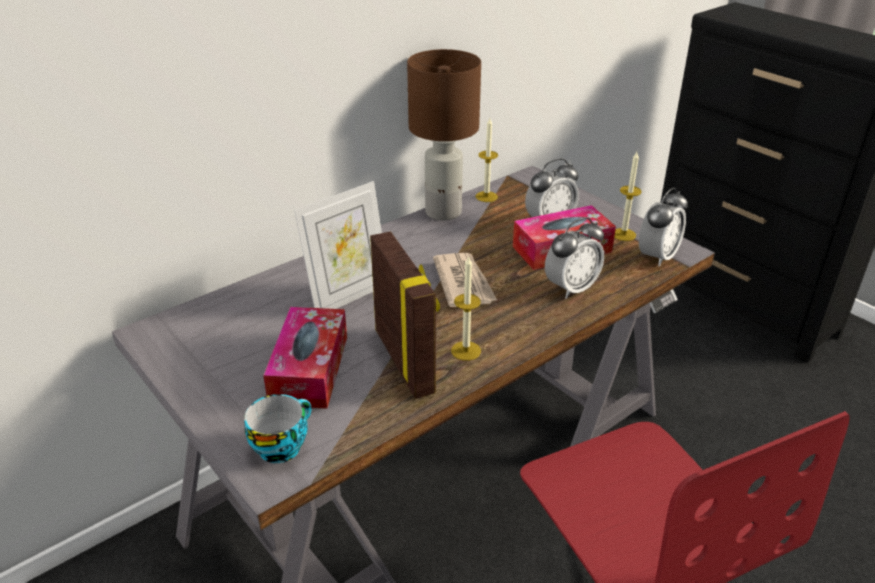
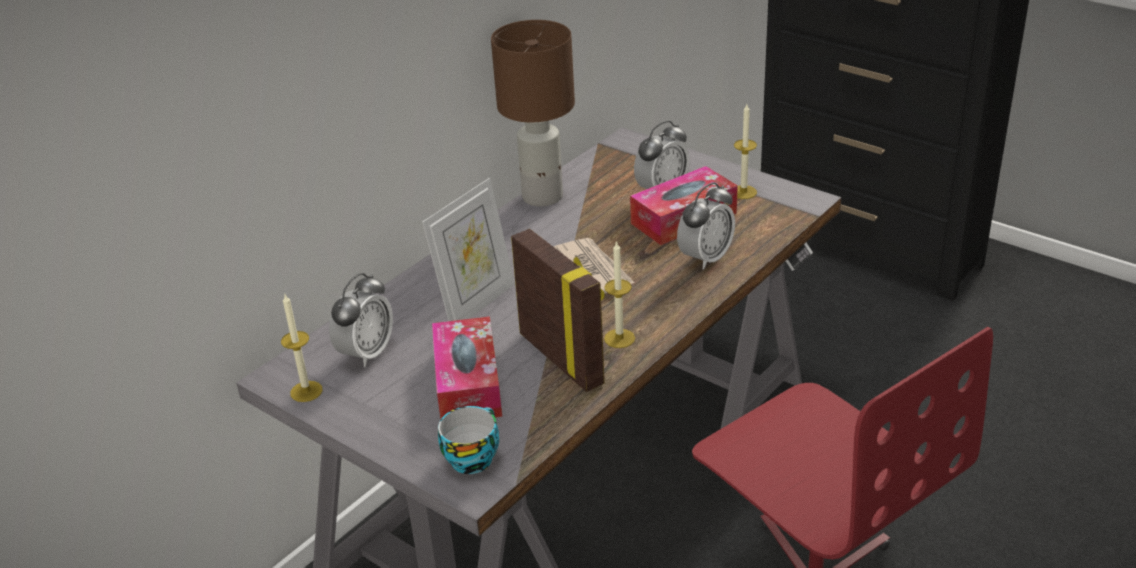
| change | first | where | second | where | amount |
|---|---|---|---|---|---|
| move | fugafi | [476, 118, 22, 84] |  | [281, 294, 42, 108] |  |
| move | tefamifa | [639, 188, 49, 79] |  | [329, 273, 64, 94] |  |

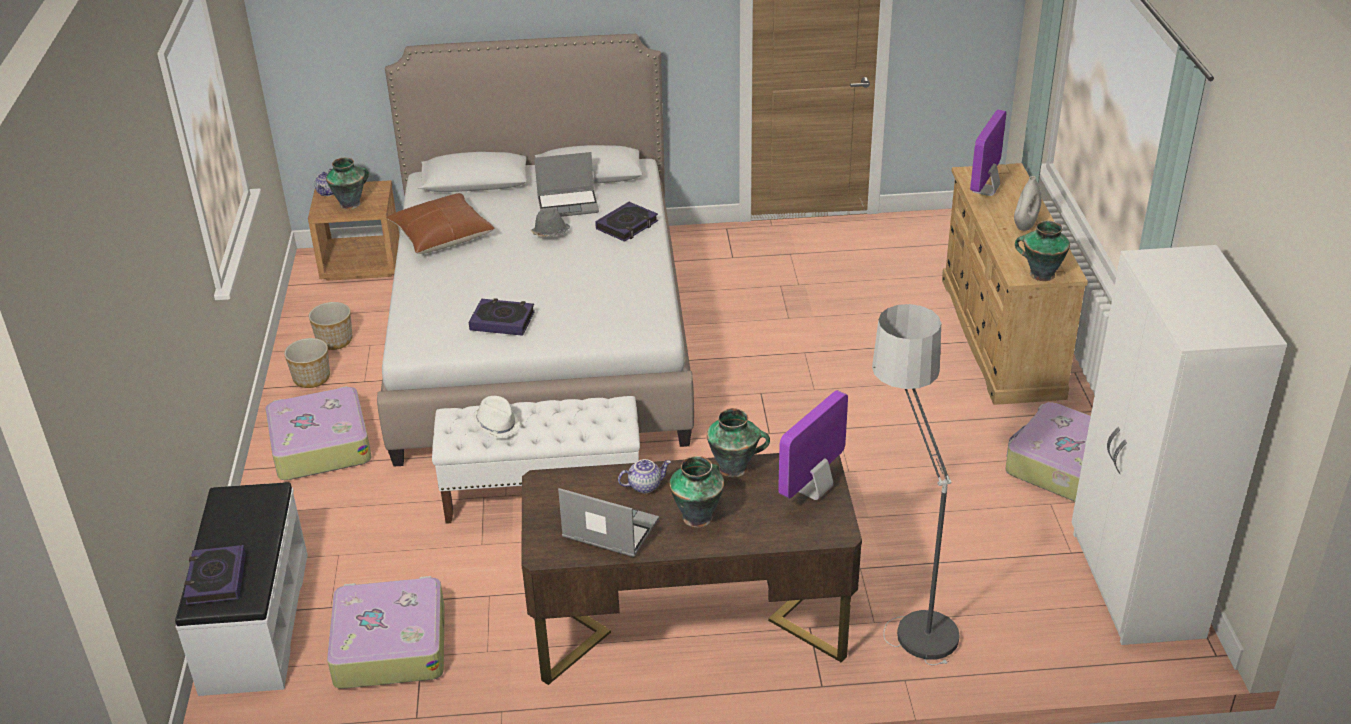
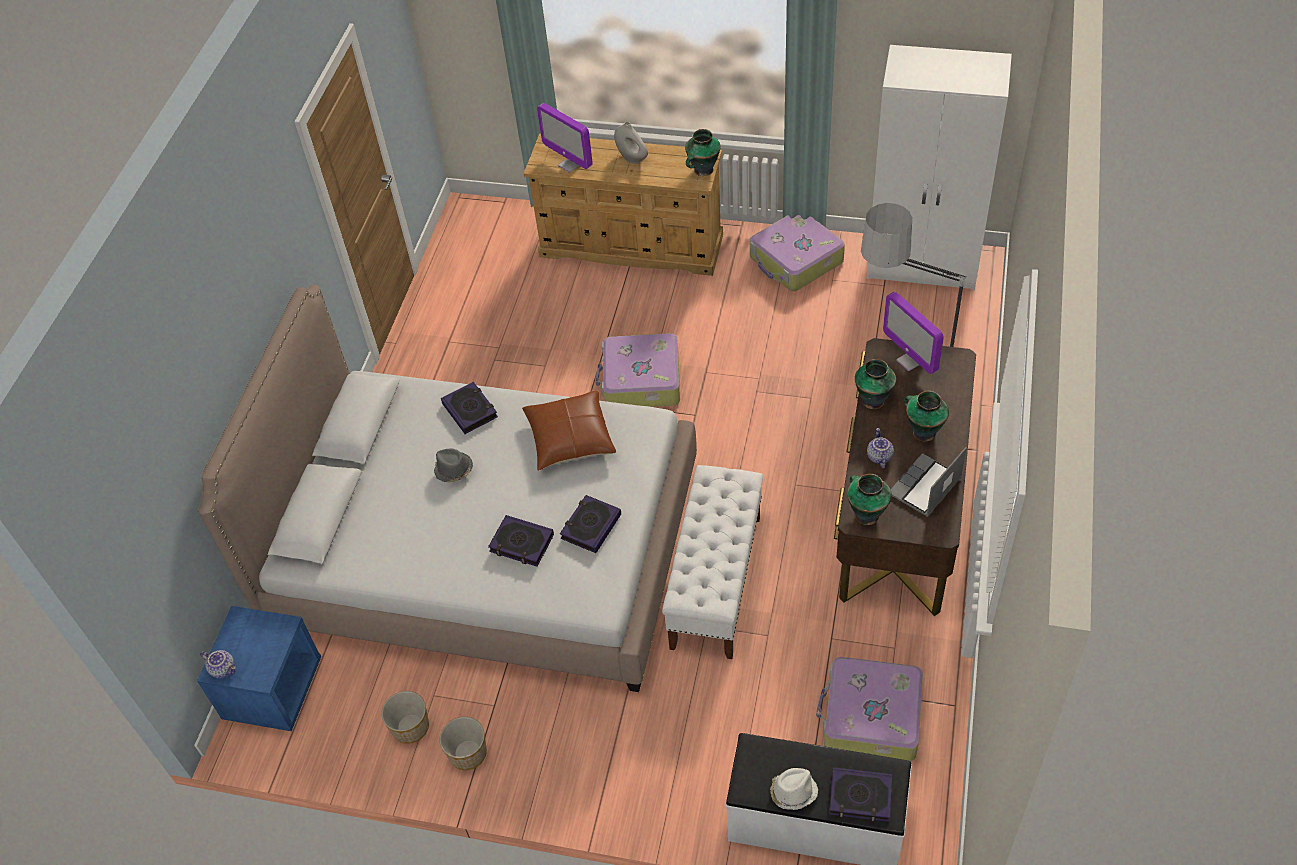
| change | first | where | second | where | amount |
|---|---|---|---|---|---|
| recolor | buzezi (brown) | [308, 180, 92, 101] | buzezi (blue) | [197, 606, 124, 125] |  |
| insert |  |  | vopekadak | [488, 515, 66, 52] |  |
| move | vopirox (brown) | [386, 193, 109, 61] |  | [522, 391, 94, 80] |  |
| move | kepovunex | [265, 386, 107, 94] |  | [595, 333, 85, 74] |  |
| move | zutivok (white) | [473, 396, 48, 42] |  | [770, 768, 48, 42] |  |
| move | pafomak | [326, 158, 43, 51] |  | [847, 474, 45, 51] |  |
| delete | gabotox | [534, 152, 65, 65] |  |  |  |

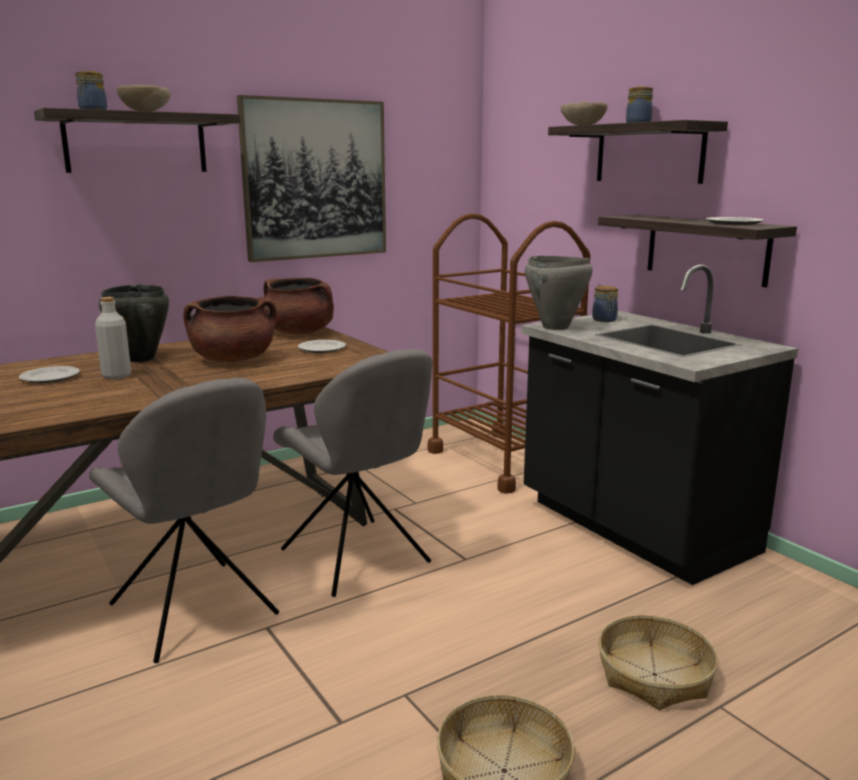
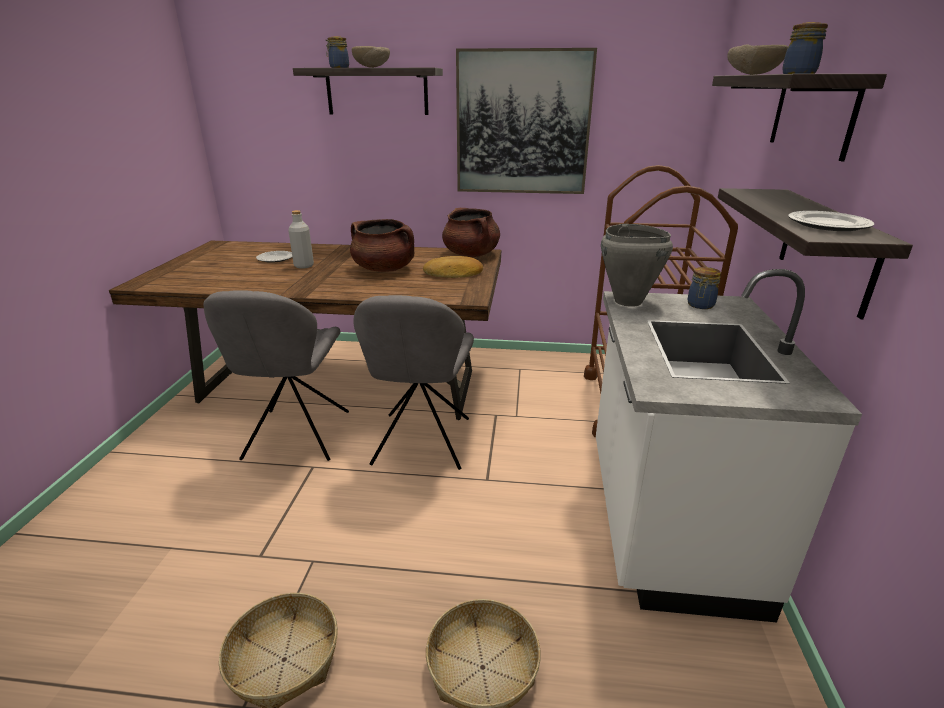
| change | first | where | second | where | amount |
|---|---|---|---|---|---|
| replace | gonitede | [298, 340, 48, 13] | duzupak | [423, 256, 60, 22] |  |
| recolor | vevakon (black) | [521, 264, 278, 321] | vevakon (white) | [596, 269, 266, 353] |  |
| delete | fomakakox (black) | [99, 285, 70, 77] |  |  |  |

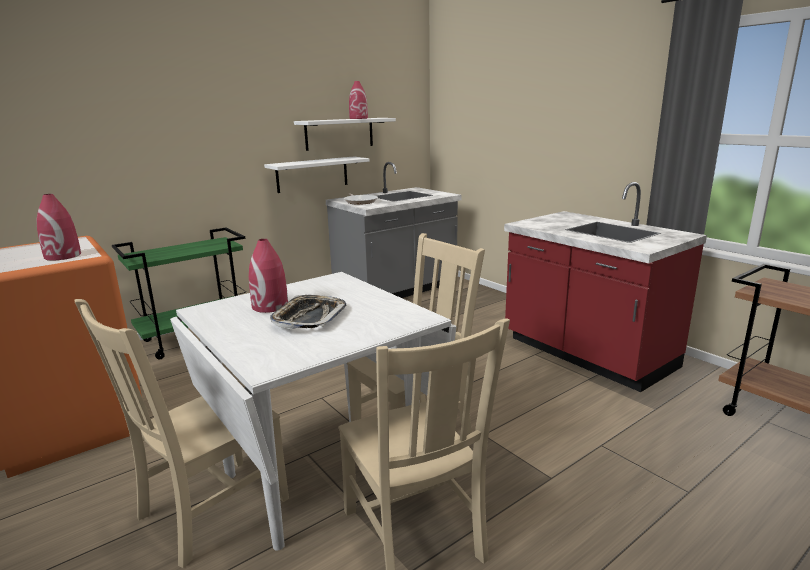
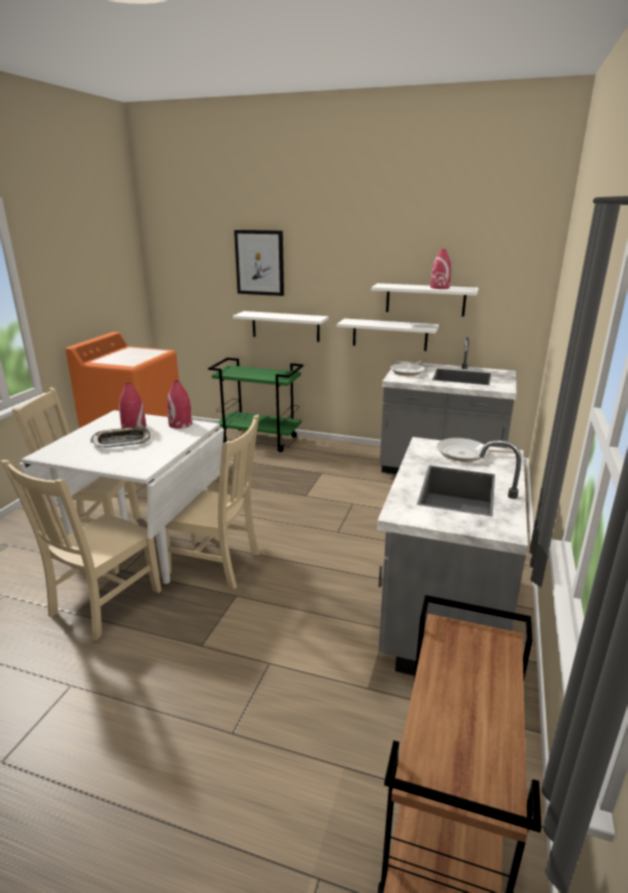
| change | first | where | second | where | amount |
|---|---|---|---|---|---|
| move | pafomak (red) | [36, 194, 45, 66] |  | [167, 380, 26, 49] |  |
| insert |  |  | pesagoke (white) | [233, 311, 96, 31] |  |
| insert |  |  | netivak | [234, 230, 50, 66] |  |
| recolor | vevakon (red) | [504, 182, 203, 210] | vevakon (grey) | [377, 437, 151, 239] |  |
| insert |  |  | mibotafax | [437, 438, 78, 24] |  |

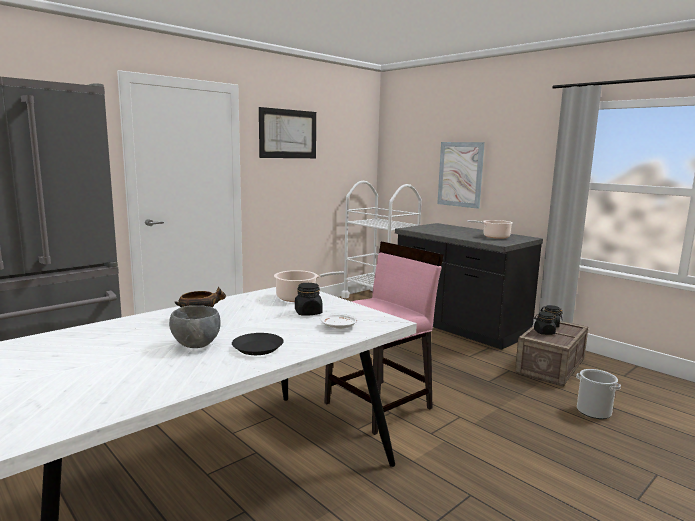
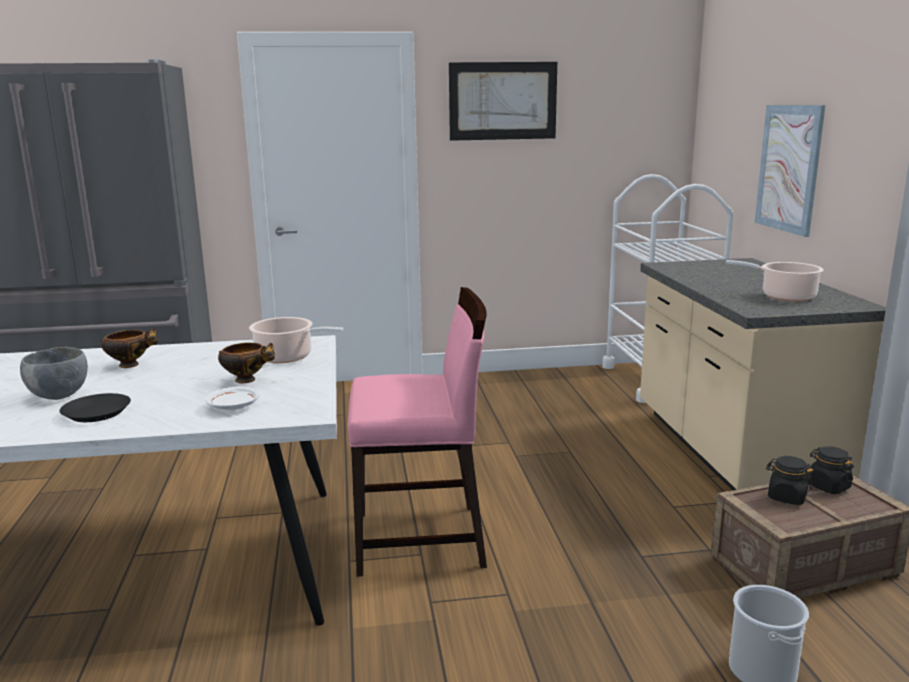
| change | first | where | second | where | amount |
|---|---|---|---|---|---|
| replace | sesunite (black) | [295, 283, 28, 33] | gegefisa | [218, 343, 57, 40] |  |
| recolor | vevakon (black) | [395, 223, 148, 127] | vevakon (beige) | [640, 258, 246, 233] |  |

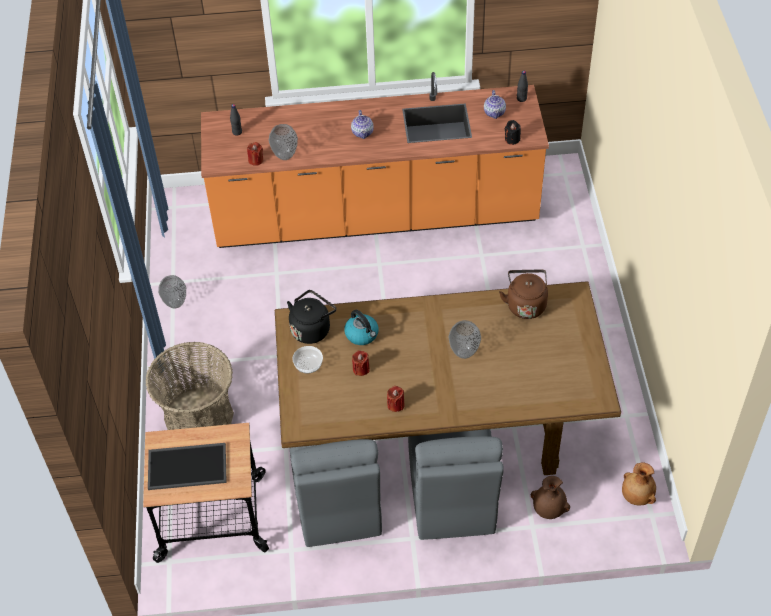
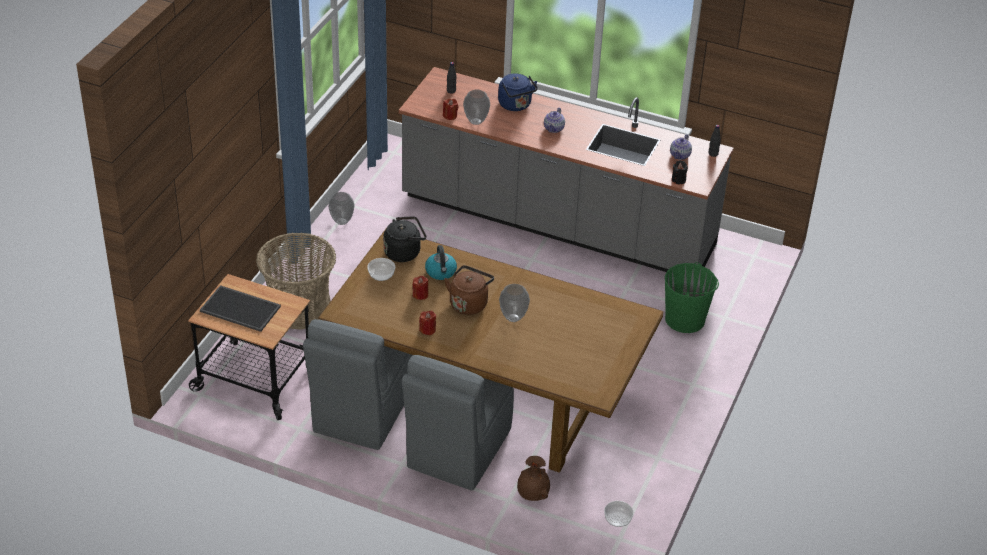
| change | first | where | second | where | amount |
|---|---|---|---|---|---|
| recolor | vevakon (orange) | [201, 72, 348, 176] | vevakon (grey) | [399, 67, 335, 205] |  |
| move | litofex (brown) | [499, 269, 49, 50] |  | [444, 265, 50, 50] |  |
| insert |  |  | litofex (blue) | [498, 73, 40, 38] |  |
| replace | pafomak (brown) | [622, 462, 34, 43] | gegefisa | [604, 501, 30, 26] |  |
| insert |  |  | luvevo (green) | [665, 262, 54, 71] |  |

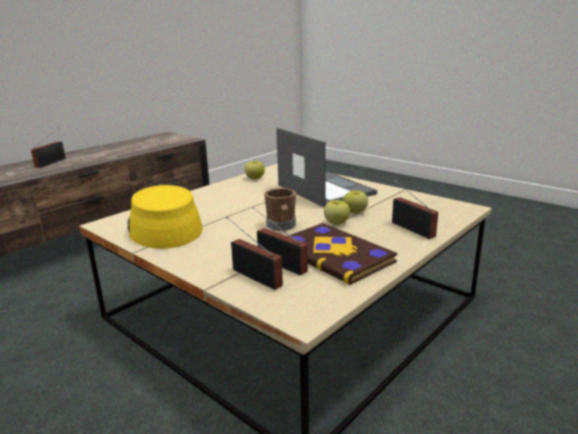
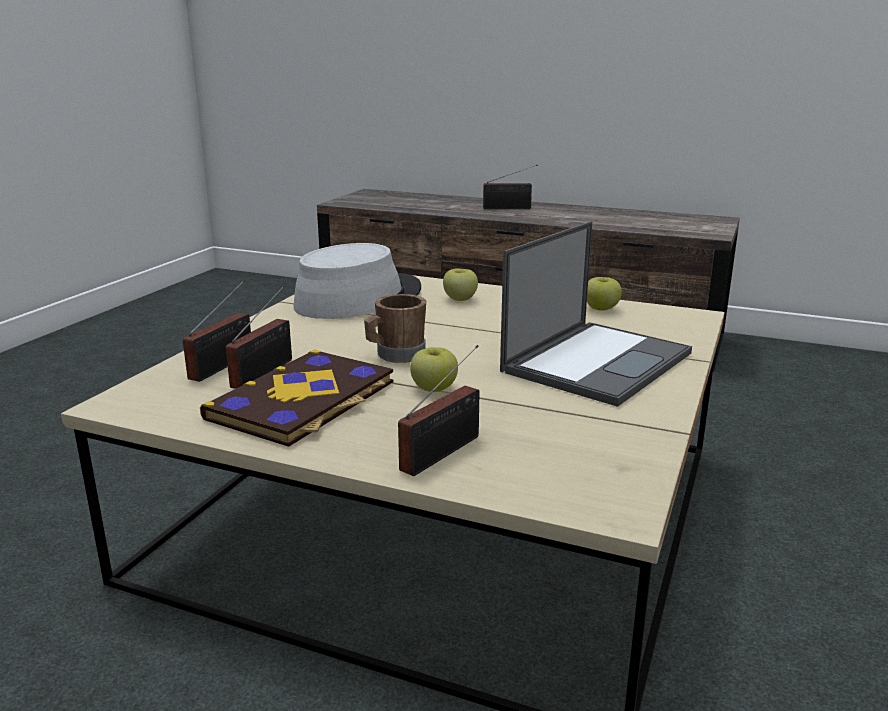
| change | first | where | second | where | amount |
|---|---|---|---|---|---|
| recolor | zutivok (yellow) | [127, 185, 76, 64] | zutivok (grey) | [293, 243, 128, 76] |  |
| move | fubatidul | [343, 190, 25, 24] |  | [443, 269, 35, 32] |  |

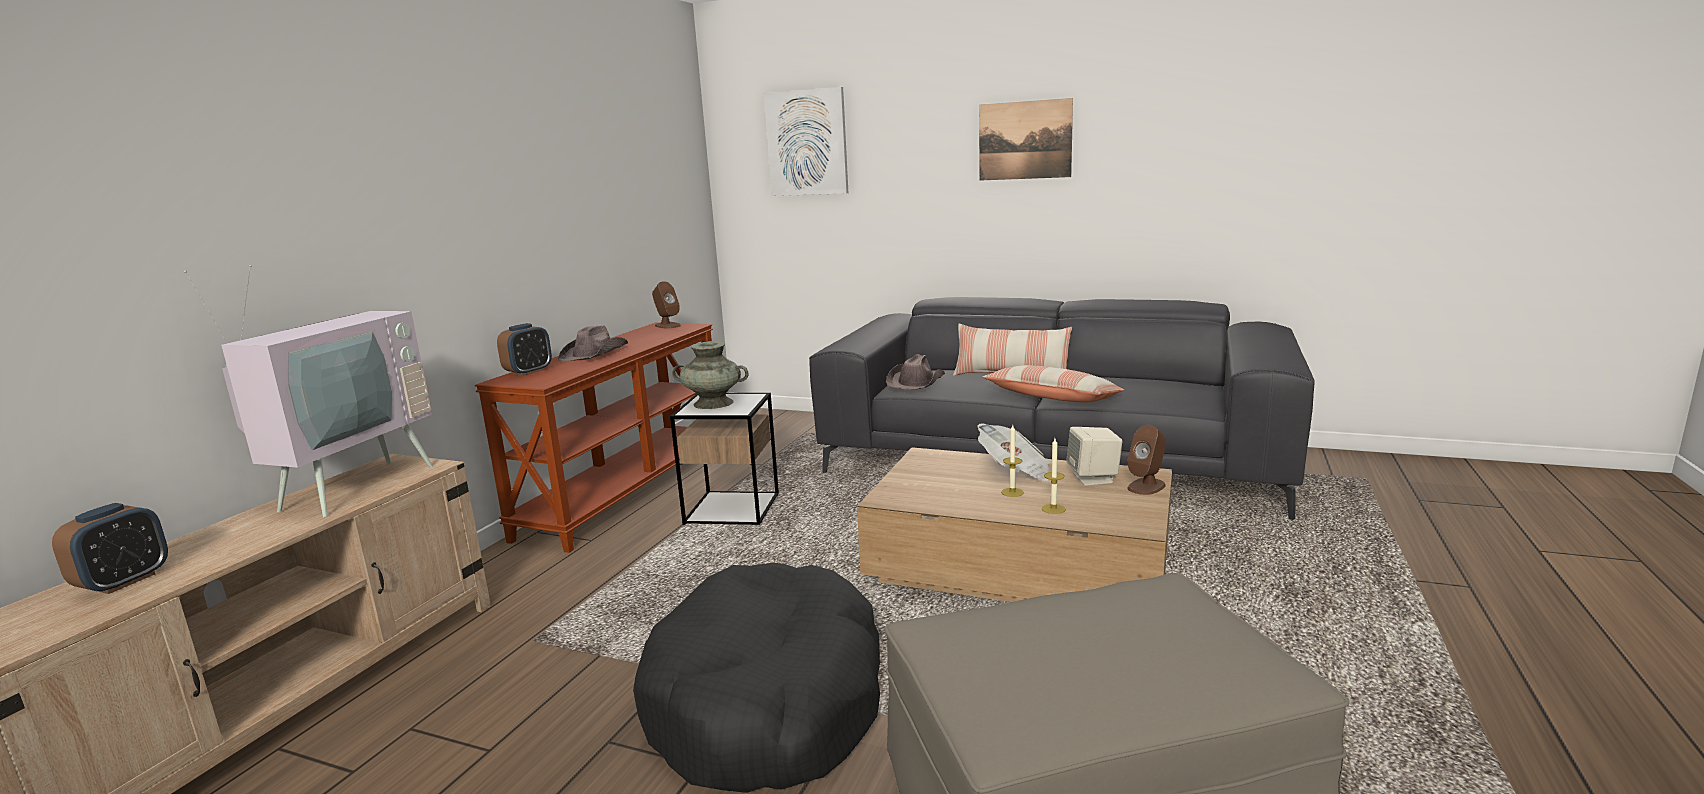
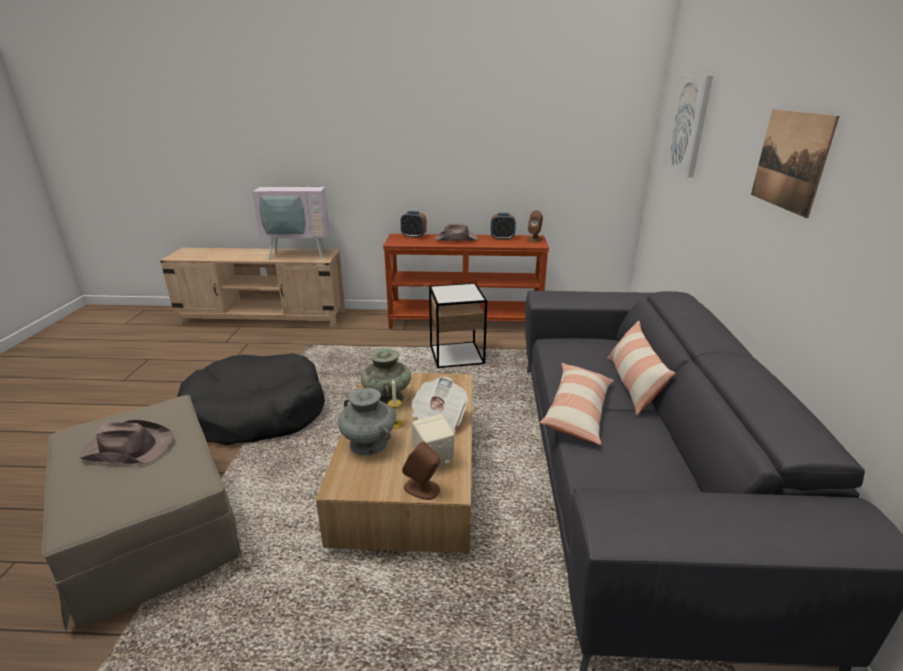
| change | first | where | second | where | amount |
|---|---|---|---|---|---|
| move | zutivok (brown) | [886, 354, 59, 36] |  | [79, 420, 94, 45] |  |
| replace | fugafi | [1042, 438, 24, 76] | pafomak (grey) | [338, 388, 57, 67] |  |
| move | pafomak (turquoise) | [672, 341, 76, 68] |  | [361, 348, 50, 57] |  |
| move | tefamifa | [52, 503, 116, 91] |  | [491, 213, 25, 27] |  |

